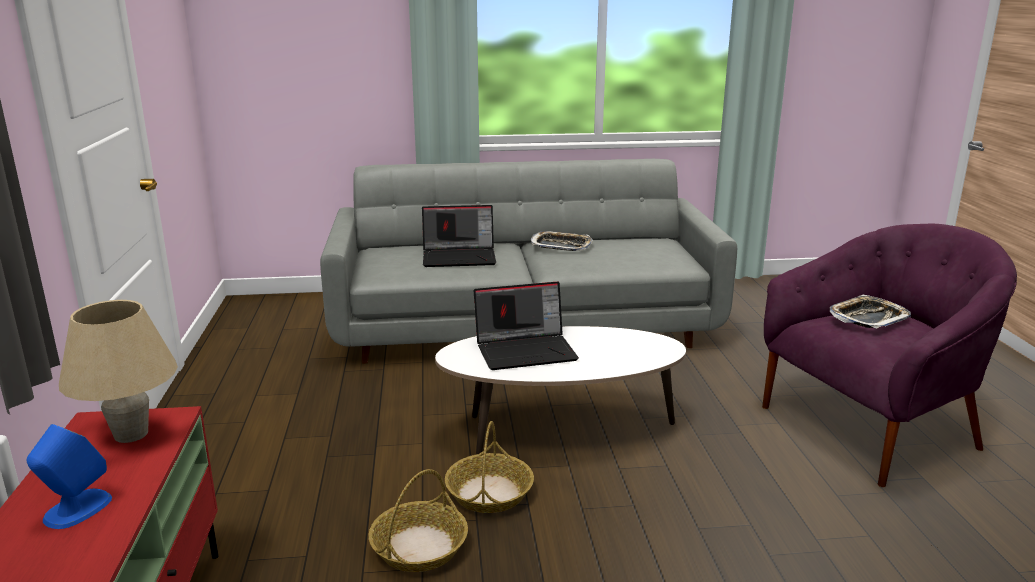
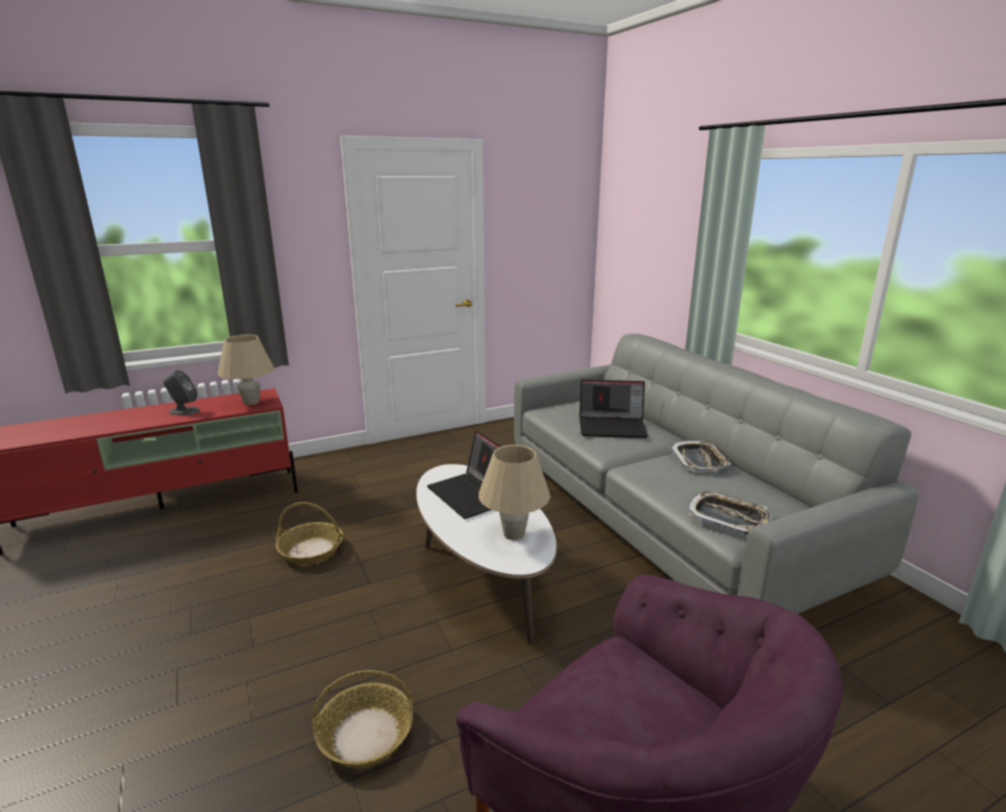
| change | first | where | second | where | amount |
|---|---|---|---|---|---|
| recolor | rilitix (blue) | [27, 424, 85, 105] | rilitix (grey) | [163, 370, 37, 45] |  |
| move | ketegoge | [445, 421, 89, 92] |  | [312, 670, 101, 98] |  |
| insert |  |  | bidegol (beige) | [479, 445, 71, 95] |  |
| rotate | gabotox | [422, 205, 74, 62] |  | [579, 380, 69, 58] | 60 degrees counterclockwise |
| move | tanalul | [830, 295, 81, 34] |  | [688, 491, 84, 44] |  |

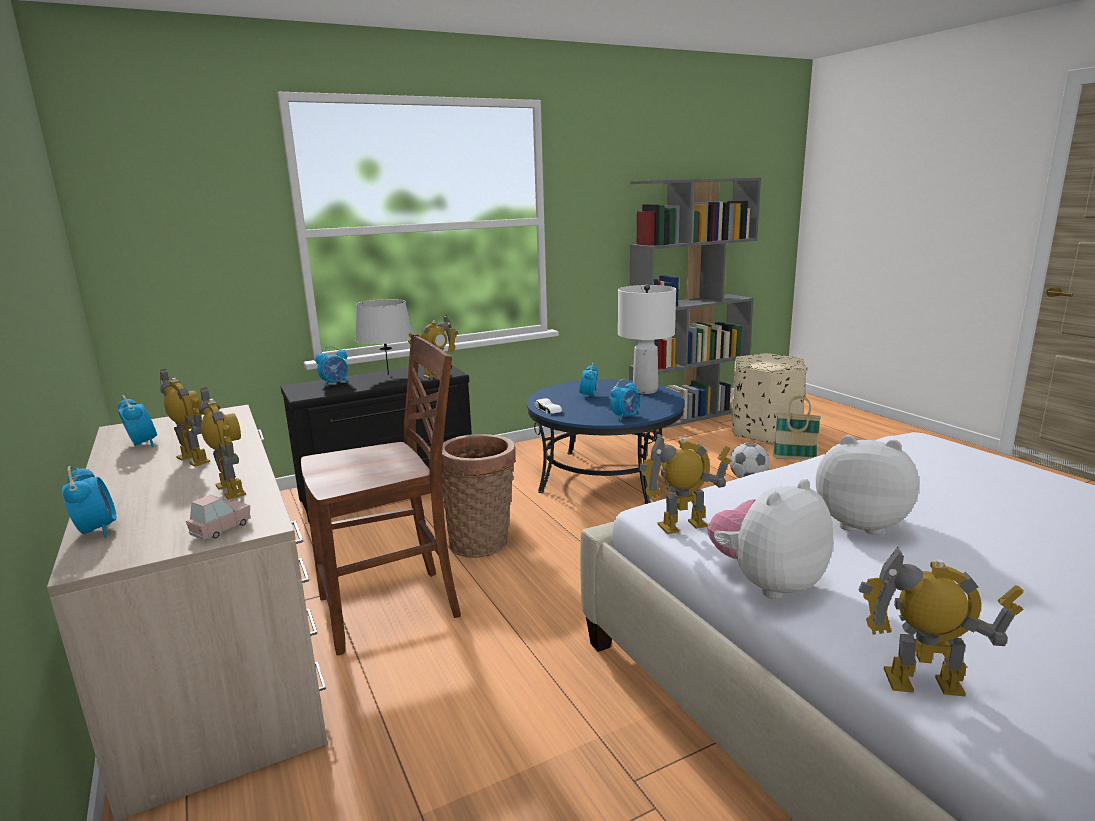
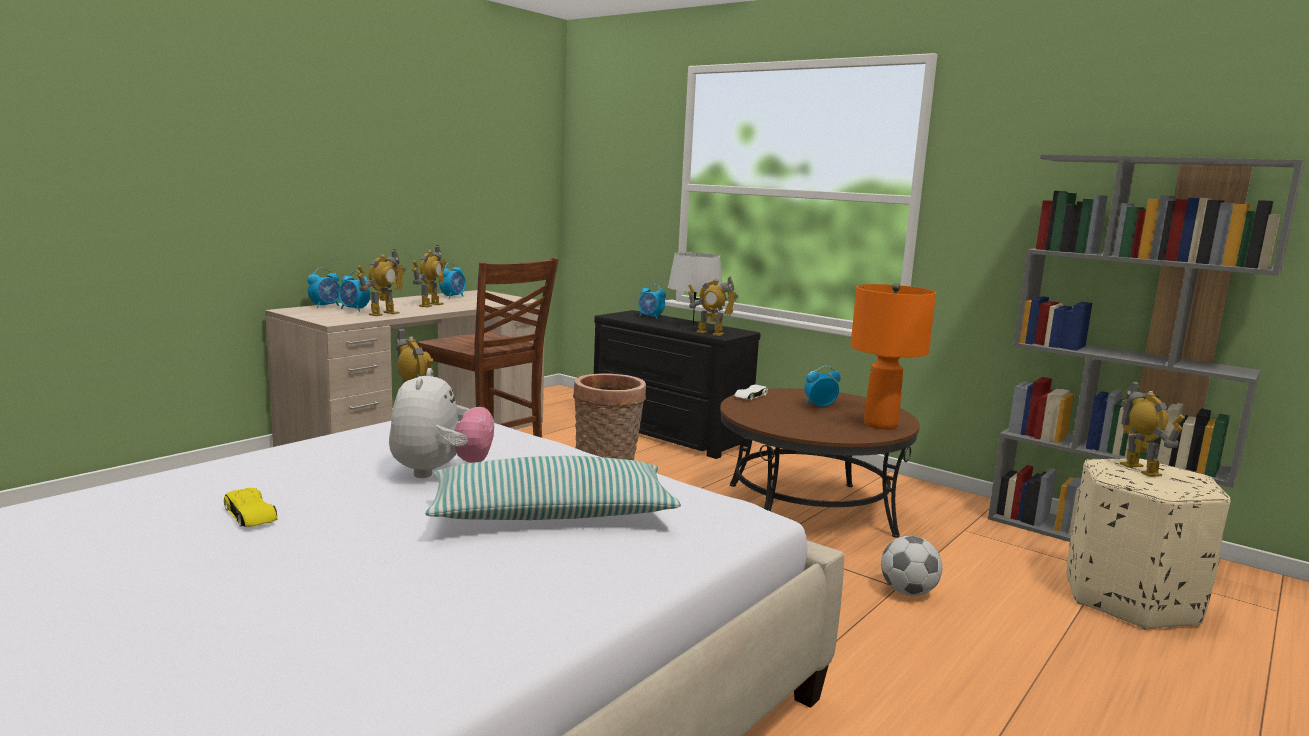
| change | first | where | second | where | amount |
|---|---|---|---|---|---|
| insert |  |  | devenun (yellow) | [224, 488, 54, 39] |  |
| move | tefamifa | [610, 379, 30, 42] |  | [338, 271, 32, 41] |  |
| insert |  |  | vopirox | [425, 456, 256, 64] |  |
| recolor | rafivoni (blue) | [527, 379, 158, 125] | rafivoni (brown) | [720, 388, 200, 150] |  |
| recolor | bidegol (white) | [618, 284, 58, 110] | bidegol (orange) | [851, 283, 85, 147] |  |
| move | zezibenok | [858, 547, 166, 149] |  | [1120, 381, 65, 96] |  |
| delete | devenun (pink) | [186, 495, 65, 45] |  |  |  |
| delete | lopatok | [708, 479, 125, 120] |  |  |  |
| delete | ketegoge | [773, 396, 48, 64] |  |  |  |

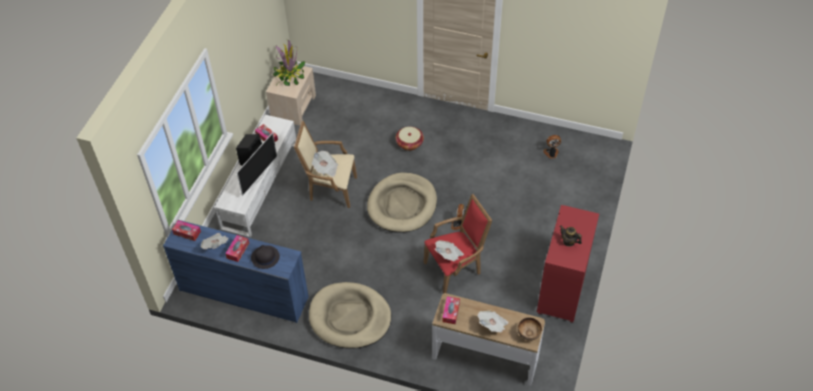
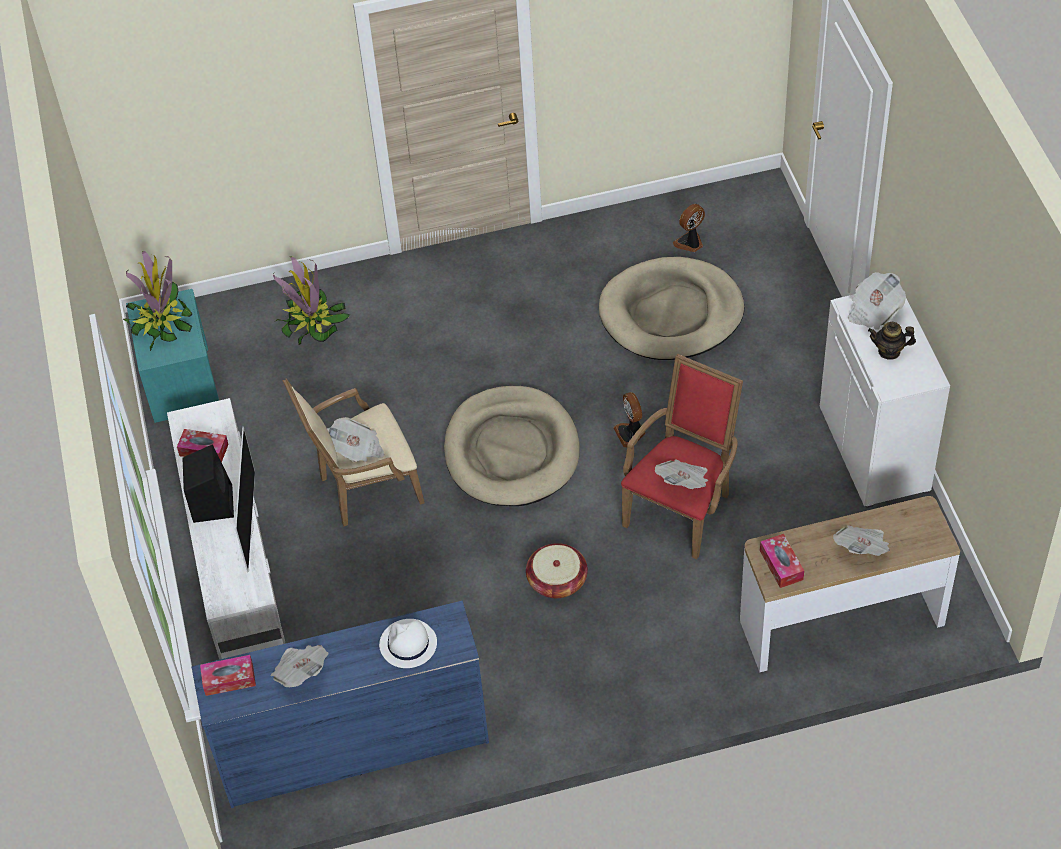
| change | first | where | second | where | amount |
|---|---|---|---|---|---|
| recolor | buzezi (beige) | [266, 63, 50, 62] | buzezi (turquoise) | [126, 289, 93, 134] |  |
| insert |  |  | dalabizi | [273, 256, 77, 89] |  |
| recolor | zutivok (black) | [251, 245, 29, 24] | zutivok (white) | [379, 619, 58, 49] |  |
| move | ketegoge | [396, 126, 28, 25] |  | [526, 543, 62, 55] |  |
| move | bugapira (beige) | [309, 282, 82, 67] |  | [599, 257, 145, 103] |  |
| recolor | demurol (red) | [537, 205, 62, 117] | demurol (white) | [820, 294, 130, 214] |  |
| insert |  |  | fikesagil | [848, 272, 58, 58] |  |
| delete | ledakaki | [225, 235, 24, 27] |  |  |  |
| delete | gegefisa | [518, 317, 24, 23] |  |  |  |

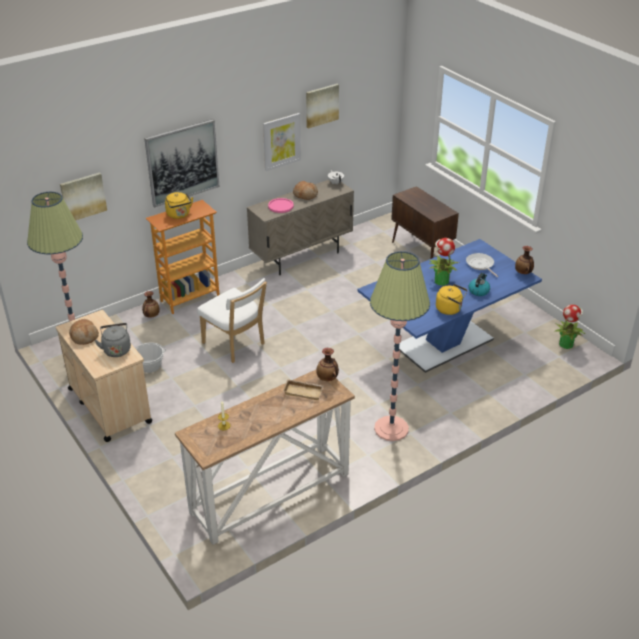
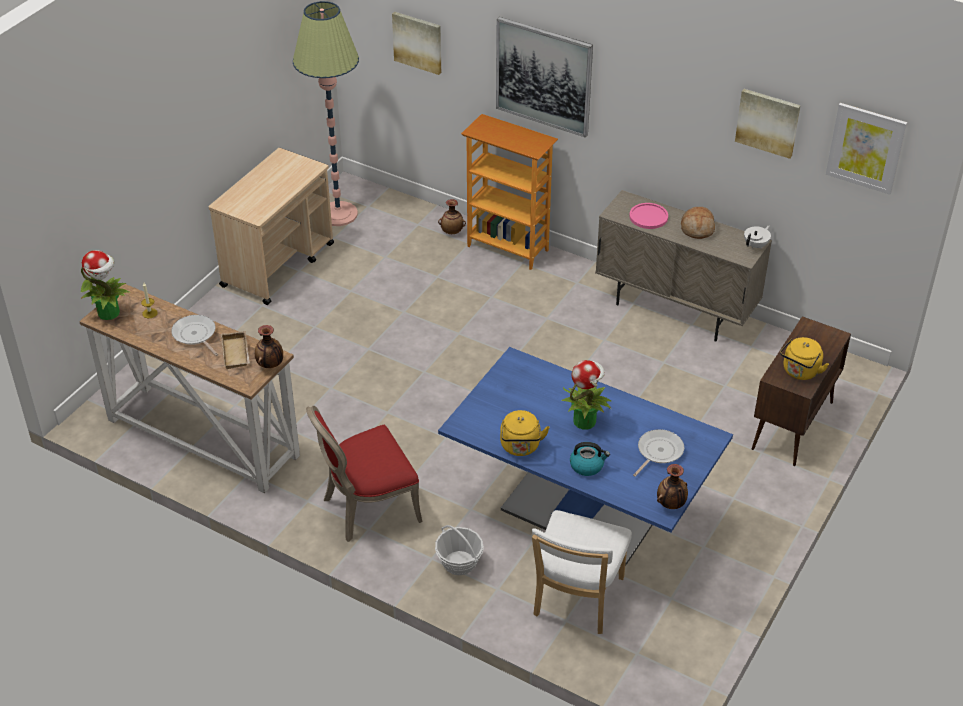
| change | first | where | second | where | amount |
|---|---|---|---|---|---|
| move | dalabizi | [554, 304, 31, 45] |  | [81, 250, 50, 70] |  |
| insert |  |  | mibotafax | [171, 315, 47, 41] |  |
| replace | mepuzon | [370, 251, 60, 190] | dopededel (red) | [306, 406, 116, 136] |  |
| move | ketegoge | [135, 342, 31, 31] |  | [435, 525, 49, 51] |  |
| move | dopededel (white) | [197, 278, 70, 85] |  | [532, 510, 100, 124] |  |
| move | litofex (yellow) | [165, 192, 28, 27] |  | [780, 337, 49, 43] |  |
| move | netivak | [263, 113, 38, 58] |  | [826, 103, 81, 92] |  |
| delete | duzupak | [69, 319, 30, 26] |  |  |  |
| delete | litofex (grey) | [95, 323, 36, 34] |  |  |  |

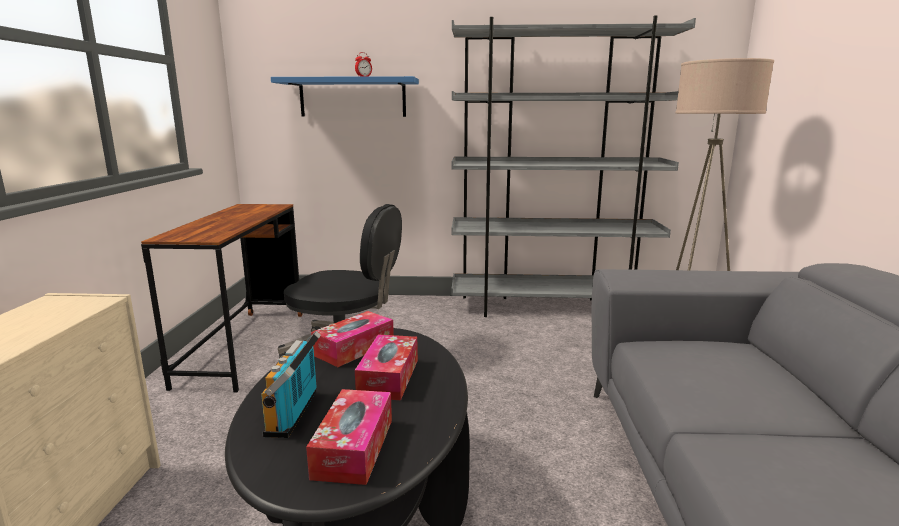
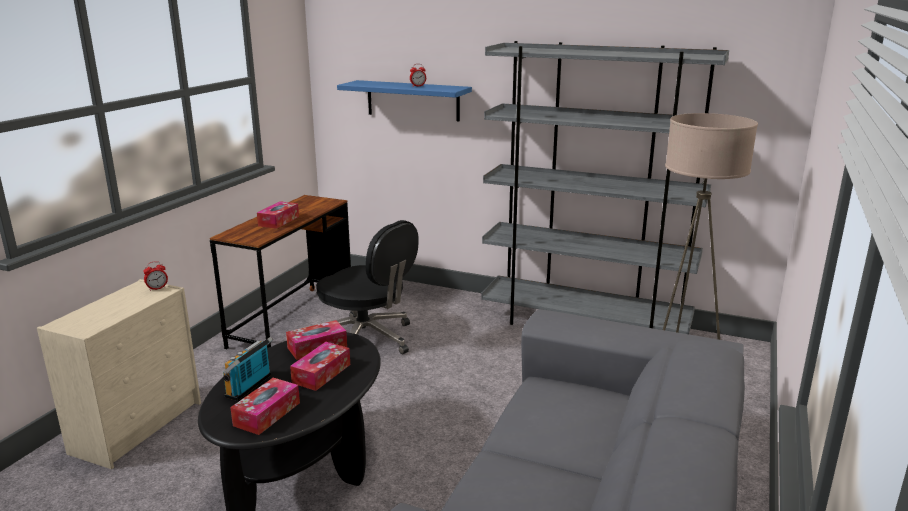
| change | first | where | second | where | amount |
|---|---|---|---|---|---|
| insert |  |  | tefamifa | [143, 261, 25, 30] |  |
| insert |  |  | ledakaki | [257, 201, 42, 28] |  |

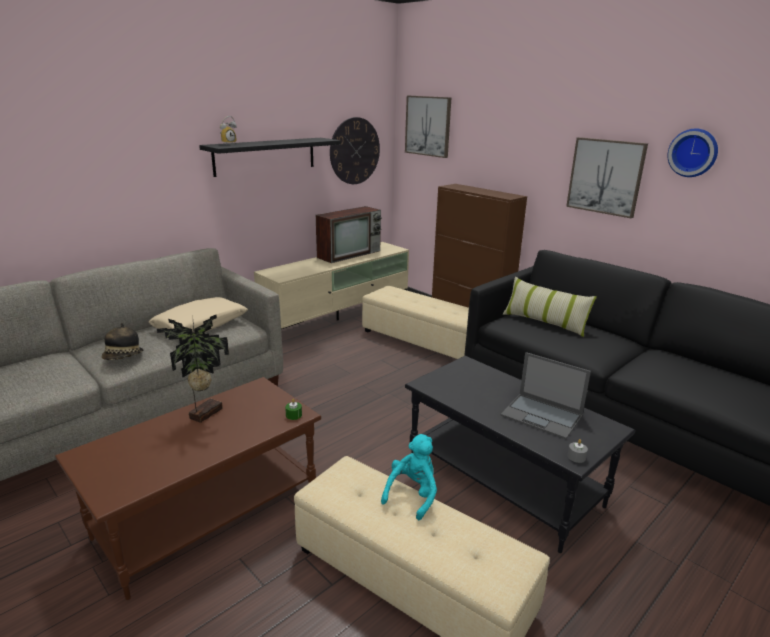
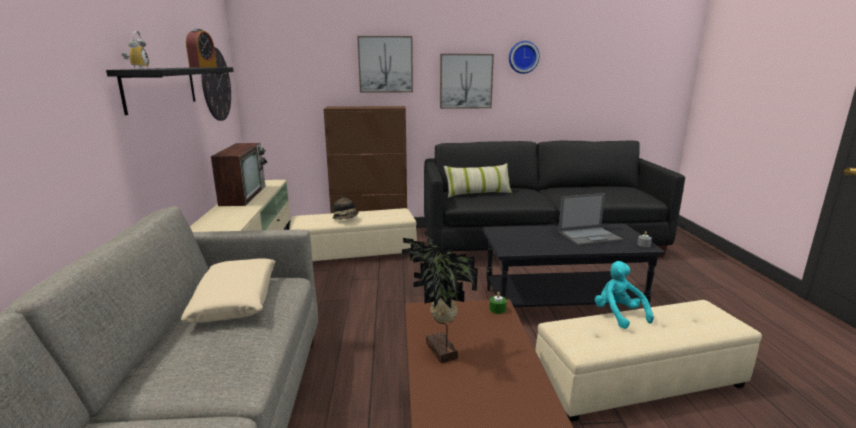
| change | first | where | second | where | amount |
|---|---|---|---|---|---|
| insert |  |  | tefamifa | [186, 29, 31, 39] |  |
| move | zutivok | [101, 323, 42, 37] |  | [333, 195, 26, 25] |  |
| move | netivak | [405, 96, 46, 62] |  | [357, 36, 56, 57] |  |

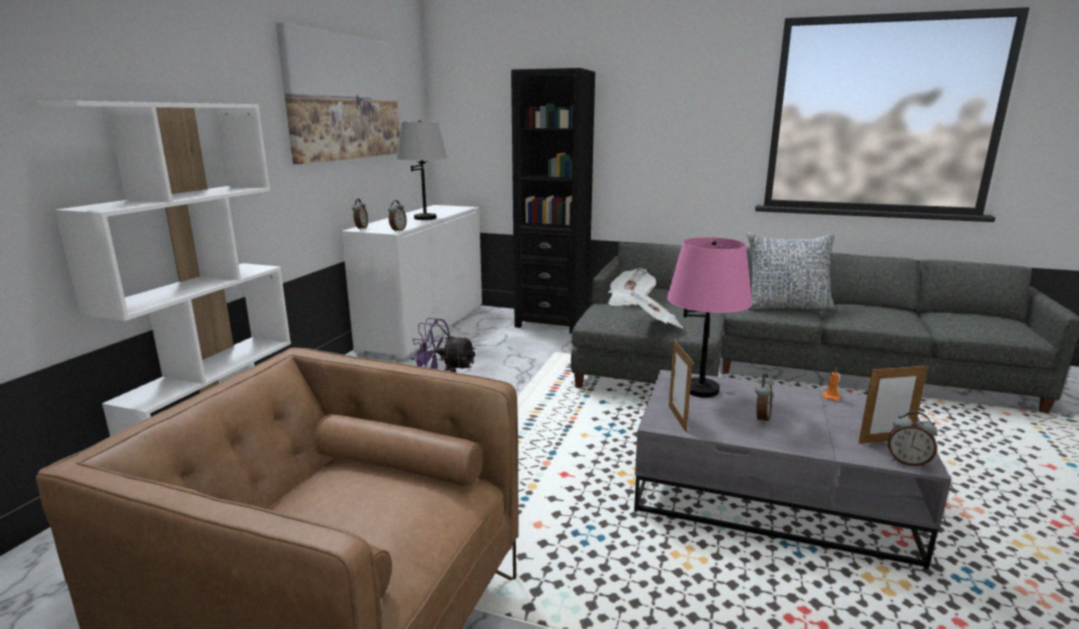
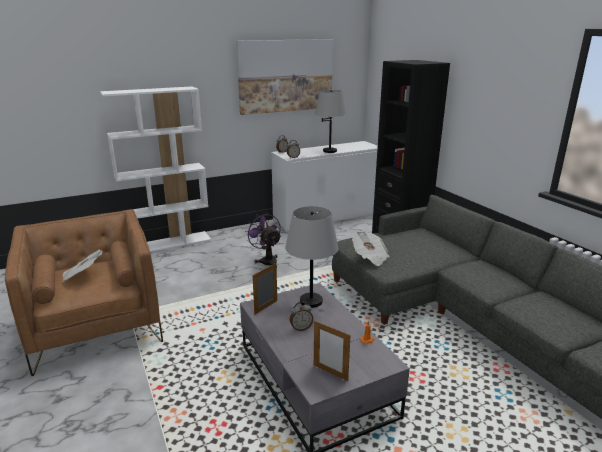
| change | first | where | second | where | amount |
|---|---|---|---|---|---|
| move | fikesagil | [608, 268, 48, 38] |  | [62, 249, 40, 33] |  |
| recolor | bidegol (pink) | [667, 237, 86, 160] | bidegol (grey) | [285, 206, 53, 102] |  |
| delete | vopirox | [747, 233, 88, 77] |  |  |  |
| delete | tefamifa | [888, 411, 50, 56] |  |  |  |

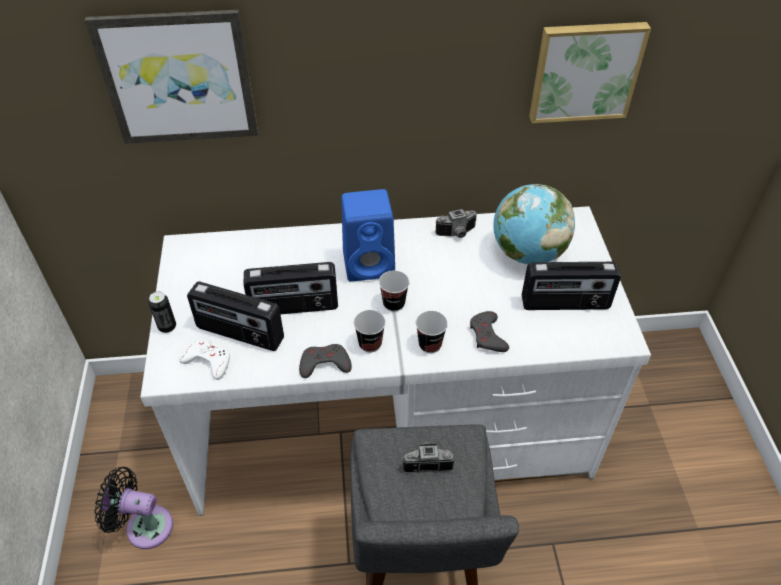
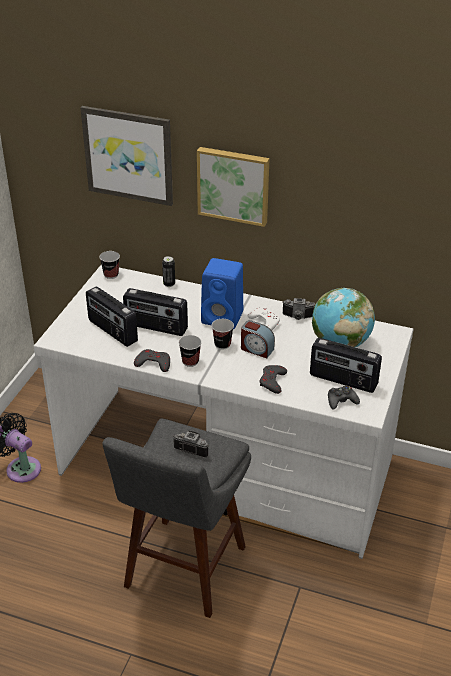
| change | first | where | second | where | amount |
|---|---|---|---|---|---|
| move | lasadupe | [416, 311, 32, 42] |  | [99, 251, 21, 28] |  |
| move | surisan | [148, 291, 28, 42] |  | [162, 256, 13, 31] |  |
| move | netivak | [529, 22, 122, 101] |  | [197, 147, 73, 80] |  |
| insert |  |  | tefamifa | [241, 320, 34, 38] |  |
| move | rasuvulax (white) | [179, 339, 51, 41] |  | [248, 307, 32, 23] |  |
| insert |  |  | rasuvulax (black) | [328, 386, 32, 23] |  |

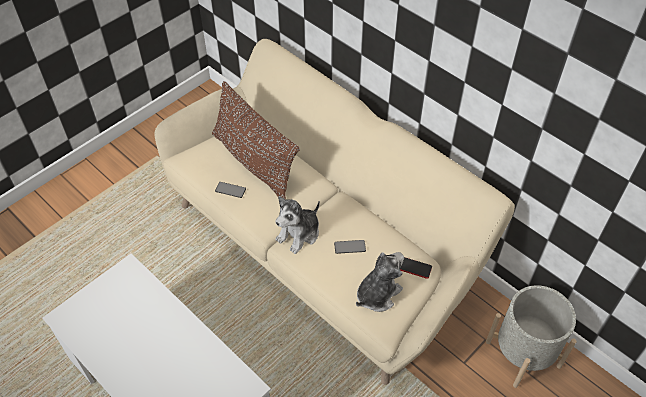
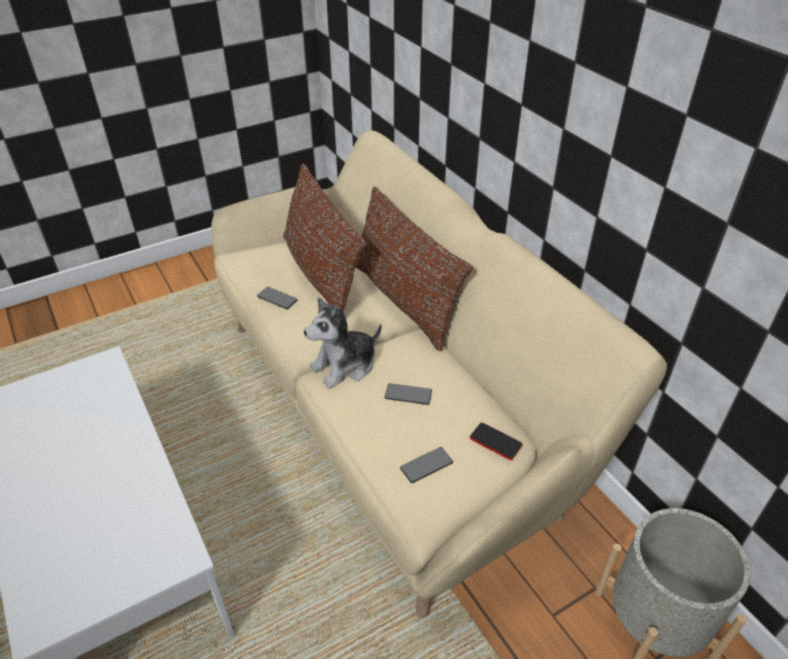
| change | first | where | second | where | amount |
|---|---|---|---|---|---|
| insert |  |  | vopirox (brown) | [356, 186, 117, 165] |  |
| replace | lopatok | [356, 252, 48, 60] | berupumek | [400, 447, 53, 36] |  |

